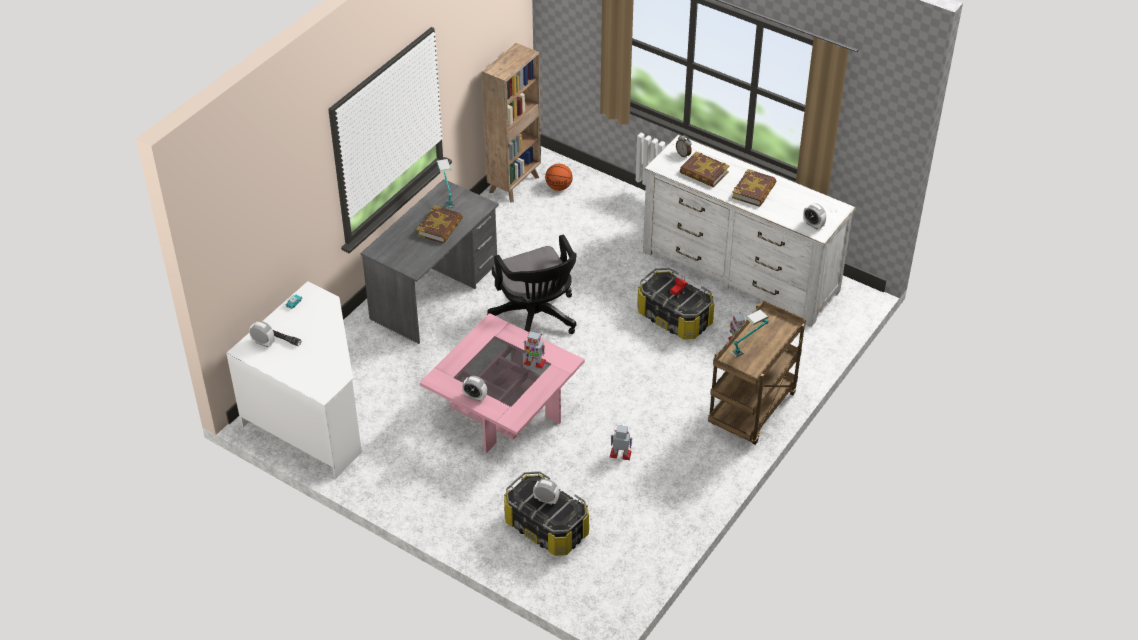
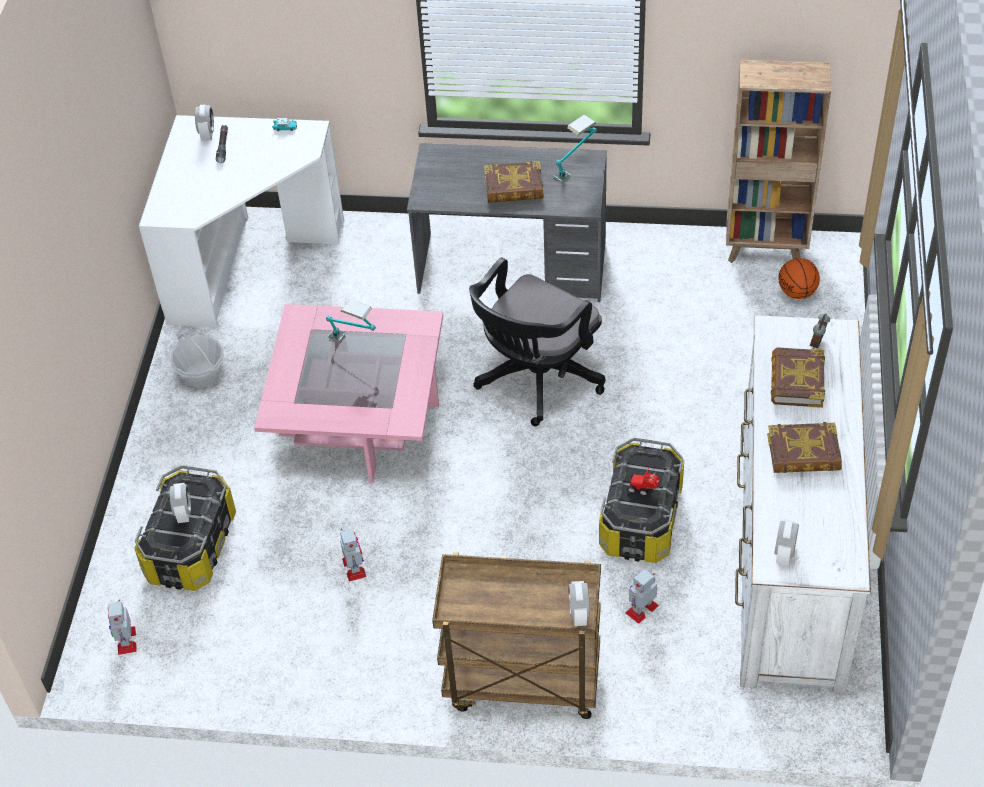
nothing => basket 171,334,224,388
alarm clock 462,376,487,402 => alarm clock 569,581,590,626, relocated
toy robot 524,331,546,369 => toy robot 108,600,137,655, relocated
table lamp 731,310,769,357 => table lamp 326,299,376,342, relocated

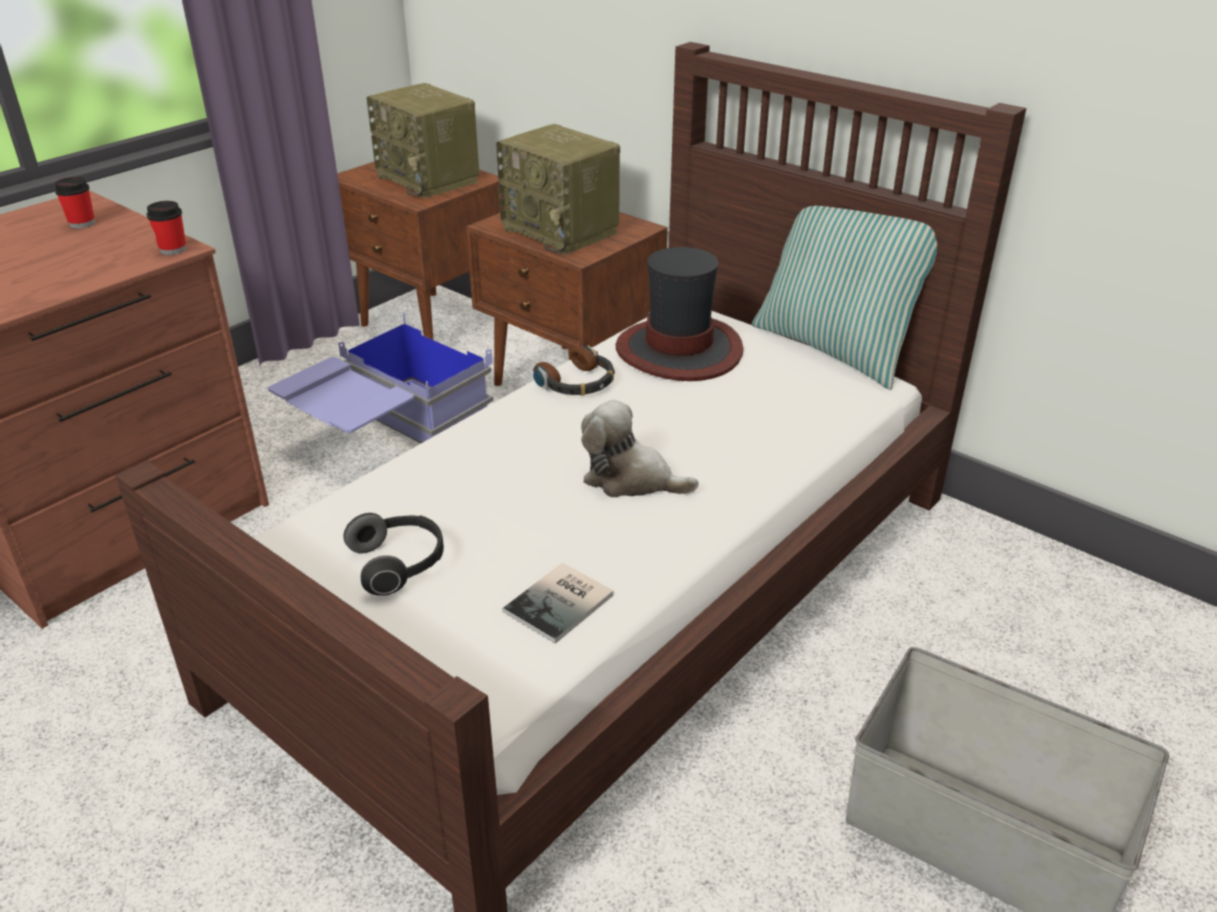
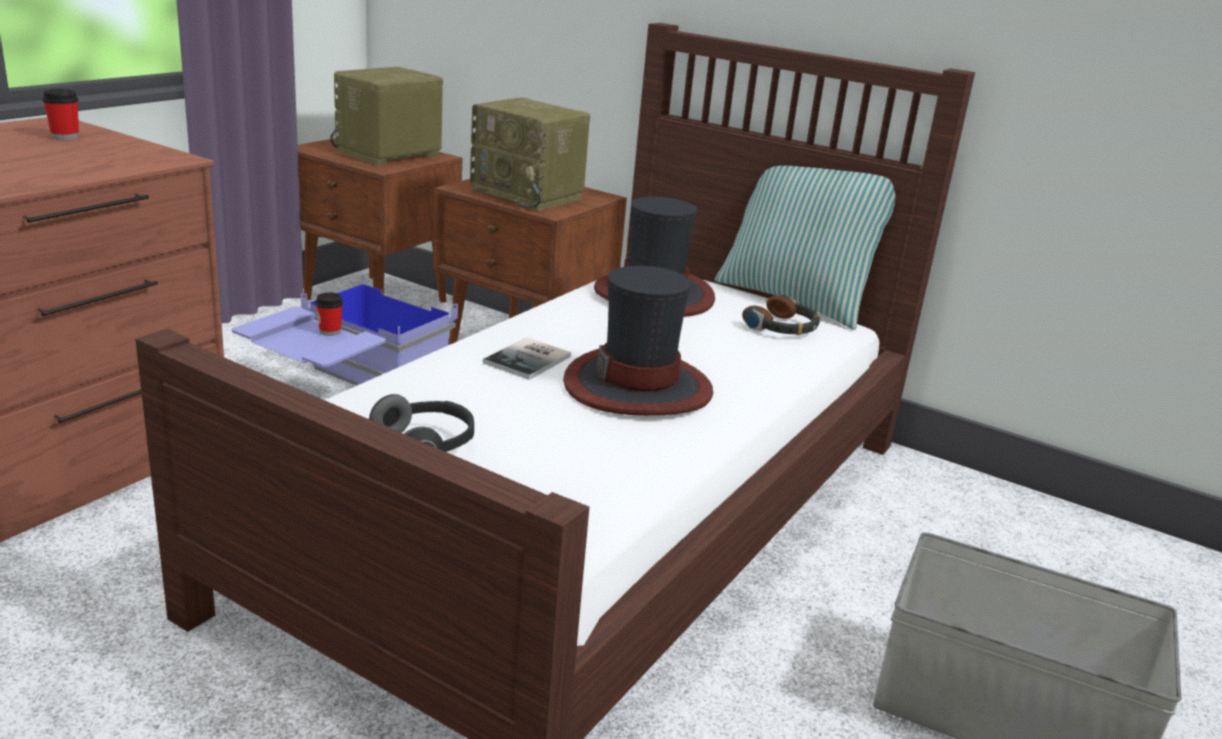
cup 146,201,186,255 => cup 315,293,343,336, relocated
book 503,563,614,644 => book 483,337,571,380, relocated
headphones 533,345,615,396 => headphones 742,295,820,335, relocated
plush toy 581,400,699,497 => hat 563,266,713,416
radio 366,83,479,198 => radio 330,67,443,165, 90 degrees clockwise

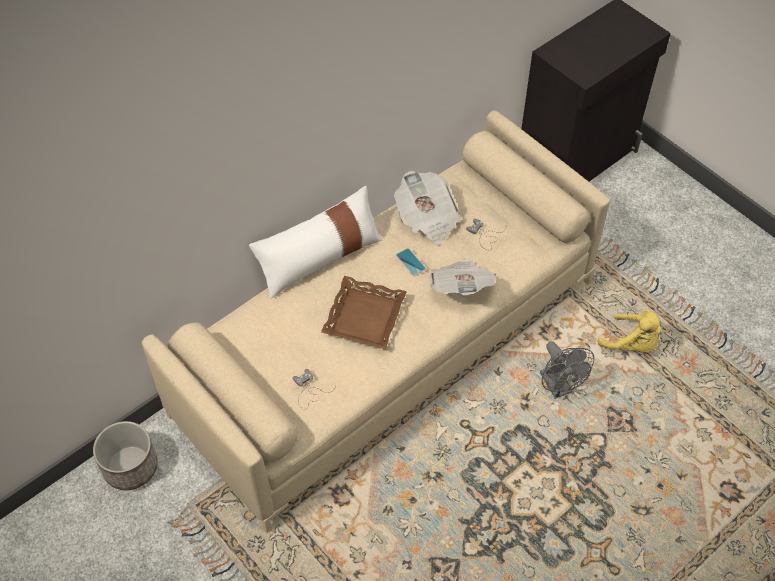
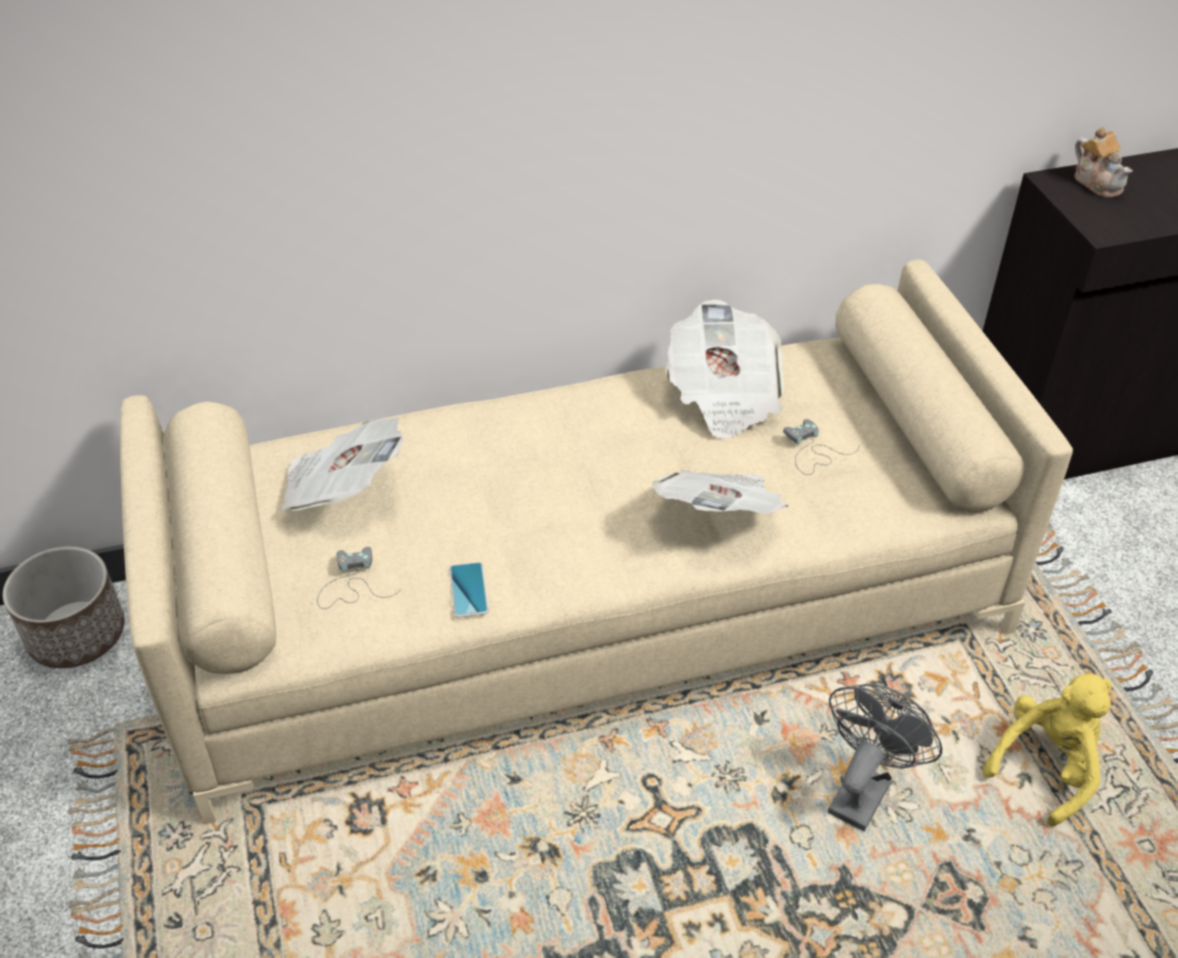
white pillow 249,186,382,299 => nothing
brown tray 321,276,407,349 => nothing
nothing => newspaper 280,417,403,511
nothing => teapot 1074,127,1133,198
phone 396,248,426,276 => phone 449,562,489,618, relocated
grey fan 540,341,594,399 => grey fan 828,683,942,831, 150 degrees counterclockwise
yellow plush toy 598,309,661,353 => yellow plush toy 983,674,1112,827, 105 degrees counterclockwise

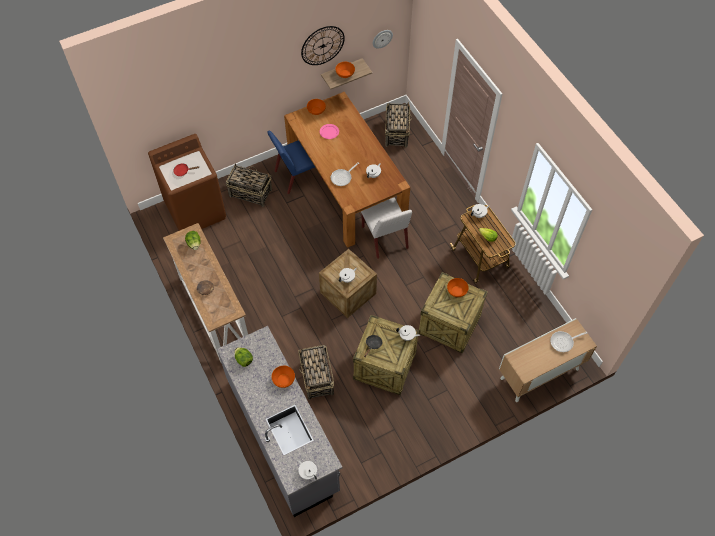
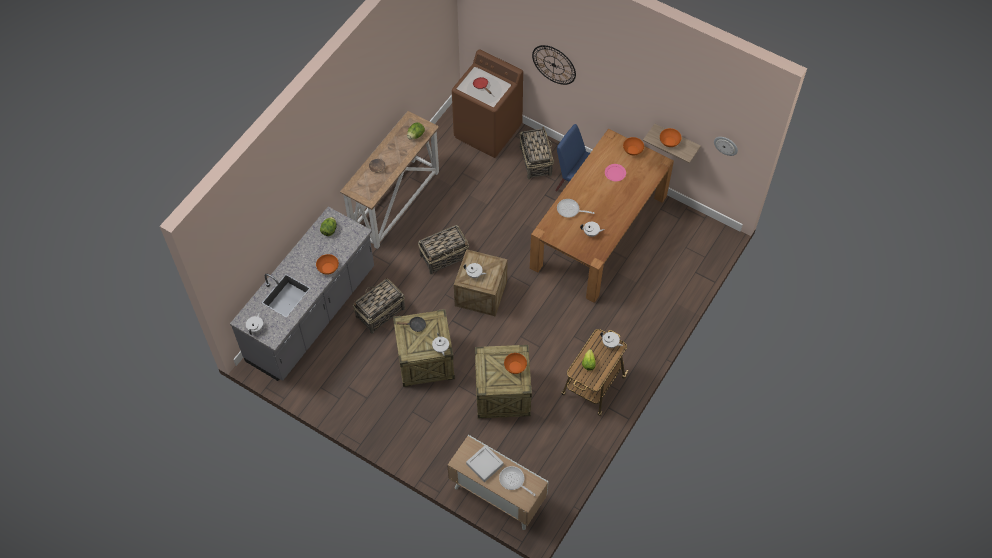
white chair 361,197,412,259 => nothing
nothing => grey tray 466,445,504,482
wall clock 301,26,345,65 => wall clock 532,45,576,85, relocated
basket 385,102,412,148 => basket 418,225,469,274, relocated

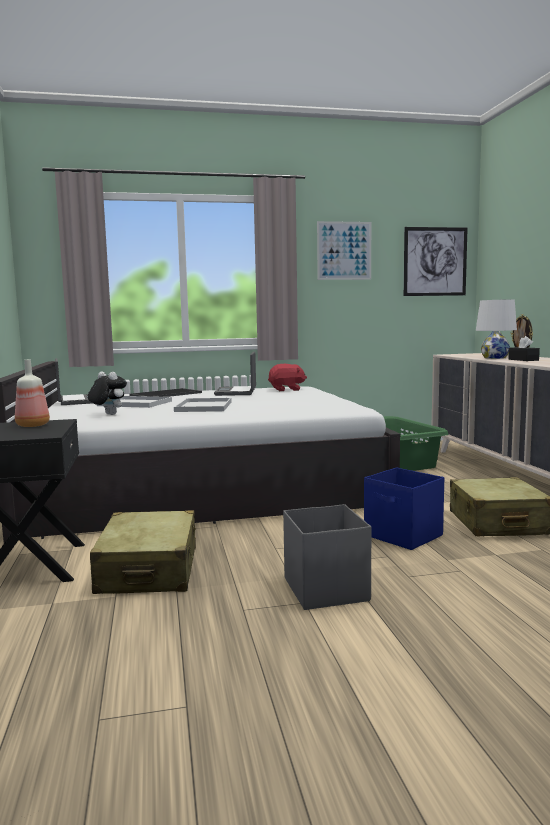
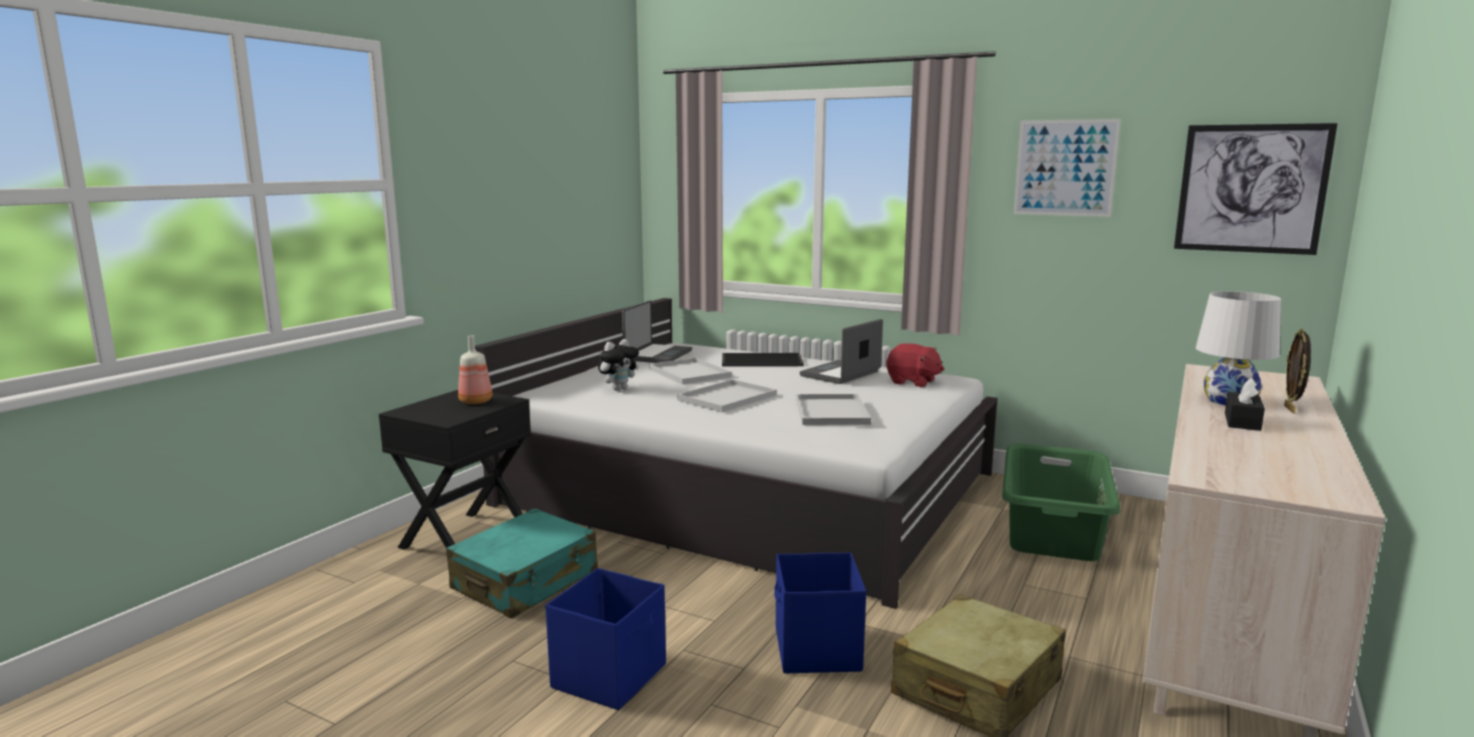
nothing => white tray 796,394,871,425
beige suitcase 90,510,196,594 => turquoise suitcase 446,508,598,619
grey storage box 283,504,371,610 => blue storage box 545,568,666,710
plush toy 88,371,127,415 => plush toy 598,339,639,391, 60 degrees clockwise

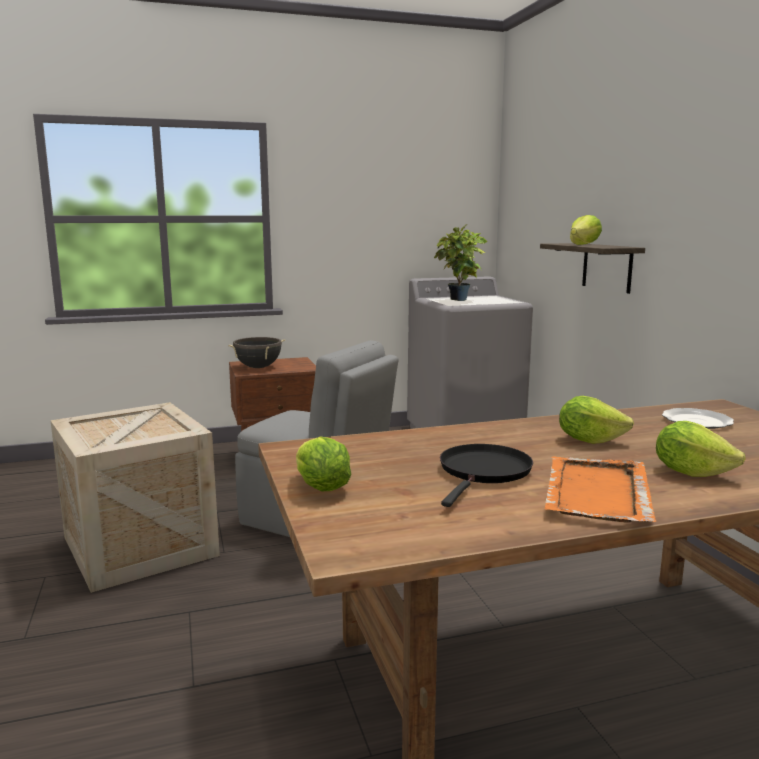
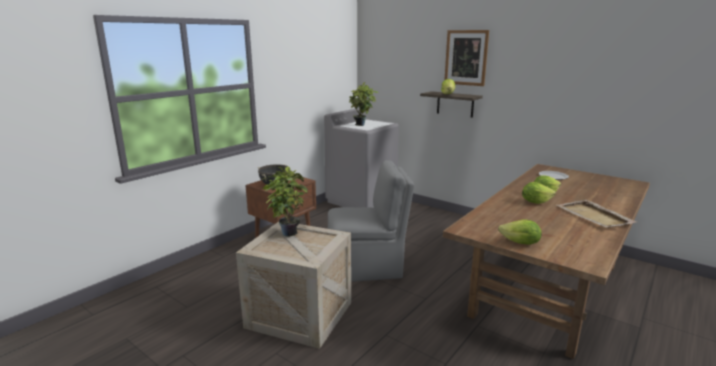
black frying pan 440,444,533,507 => nothing
nothing => potted plant 262,166,308,237
nothing => picture 445,30,489,86
lettuce 656,421,746,477 => lettuce 522,182,556,204, relocated
orange tray 545,456,656,522 => beige tray 556,200,637,228

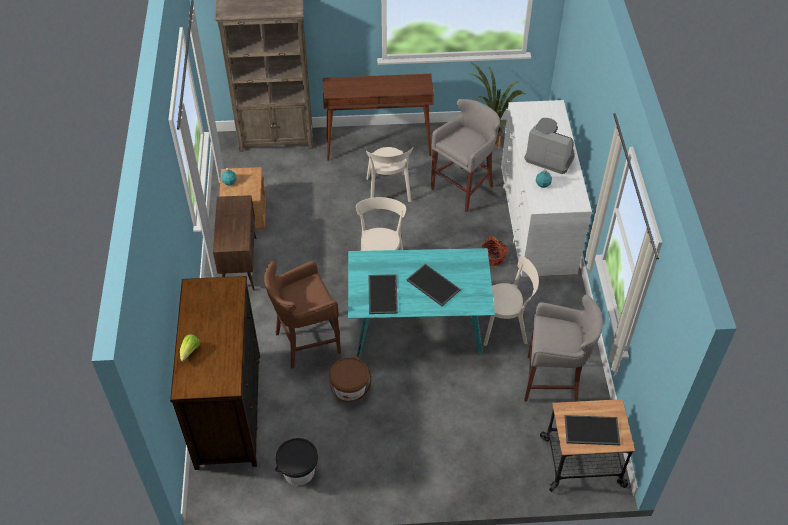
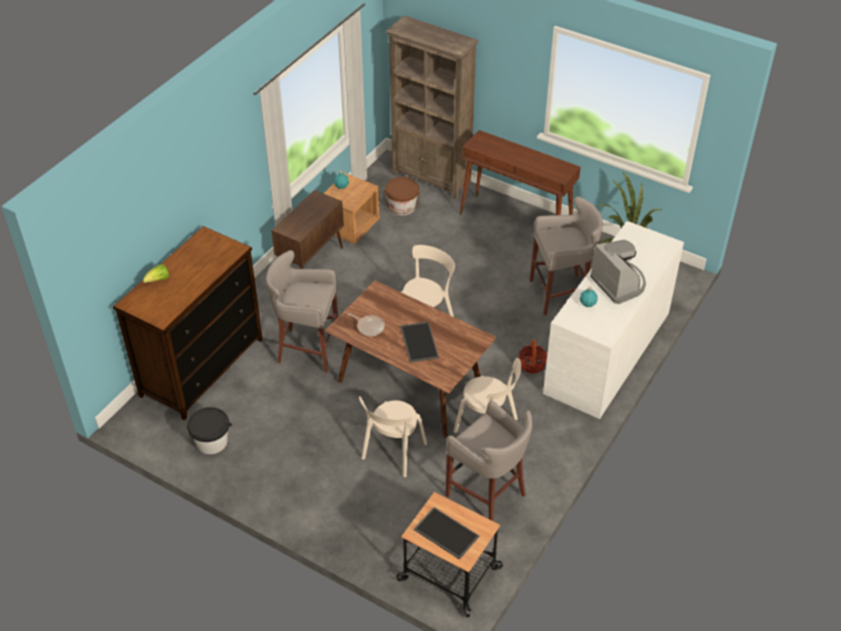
brown bucket 329,357,371,402 => brown bucket 383,177,420,215, relocated
beige chair 366,146,414,202 => beige chair 359,396,427,477, relocated
tray 369,274,398,314 => frying pan 348,313,385,336
brown stool 264,261,341,369 => grey stool 266,250,338,373
turquoise dining table 348,248,495,357 => brown dining table 325,280,497,438

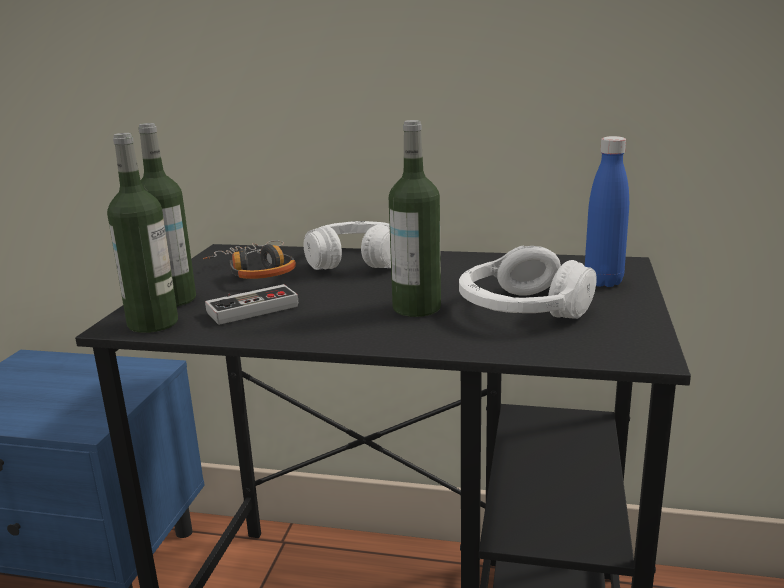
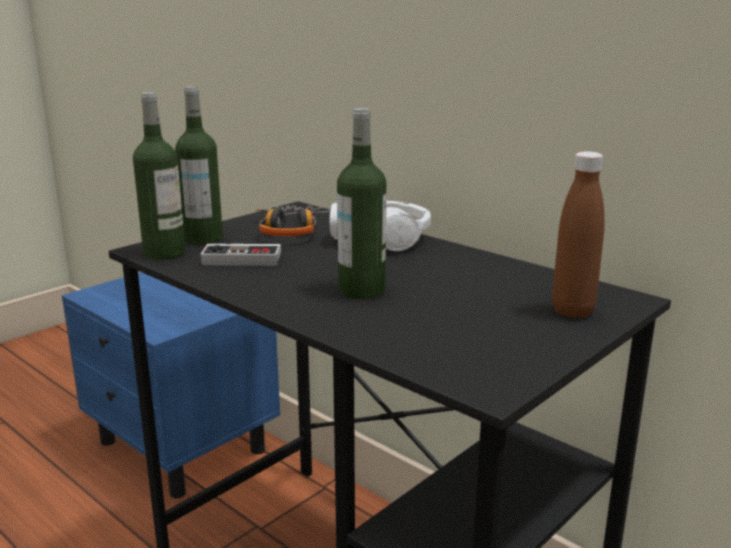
white headphones 459,246,597,319 => nothing
blue bottle 585,136,629,287 => brown bottle 552,151,605,318

